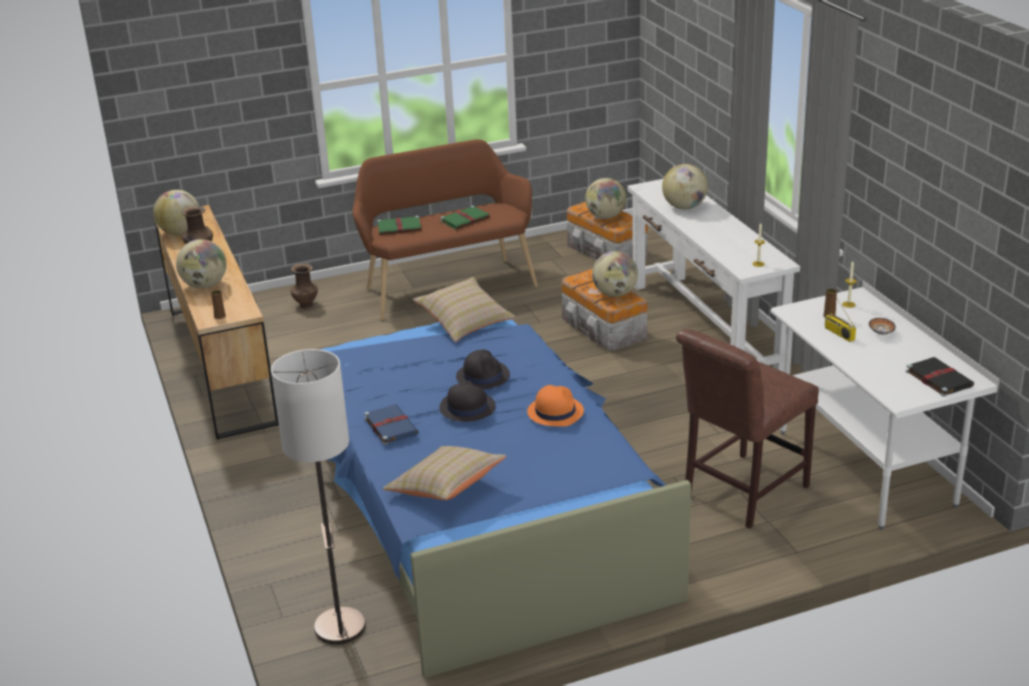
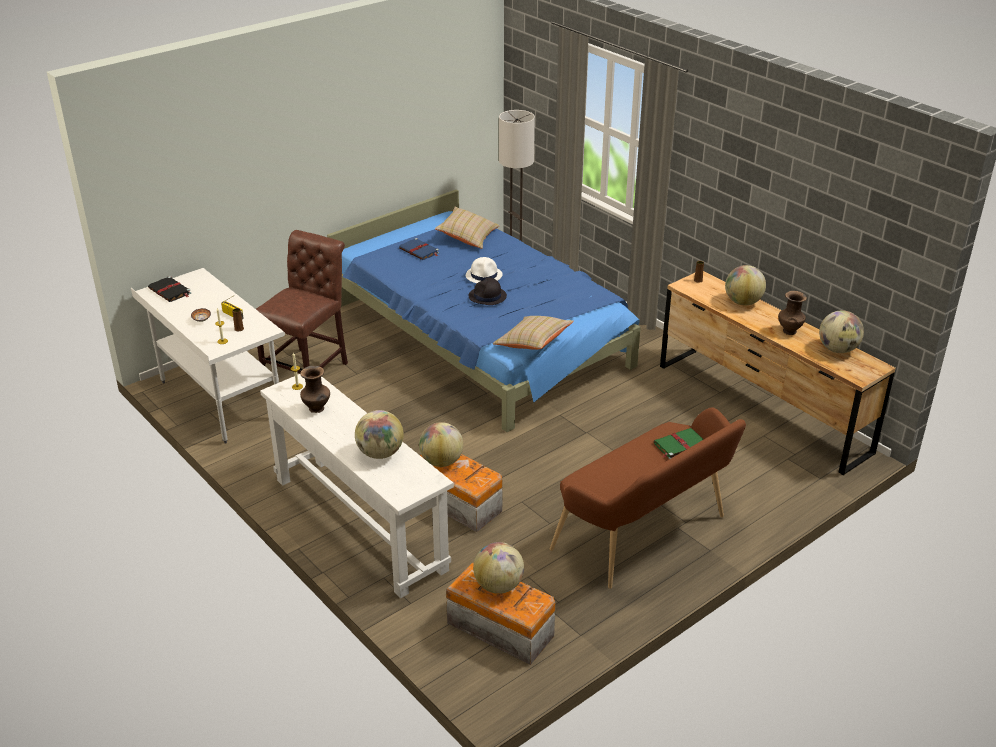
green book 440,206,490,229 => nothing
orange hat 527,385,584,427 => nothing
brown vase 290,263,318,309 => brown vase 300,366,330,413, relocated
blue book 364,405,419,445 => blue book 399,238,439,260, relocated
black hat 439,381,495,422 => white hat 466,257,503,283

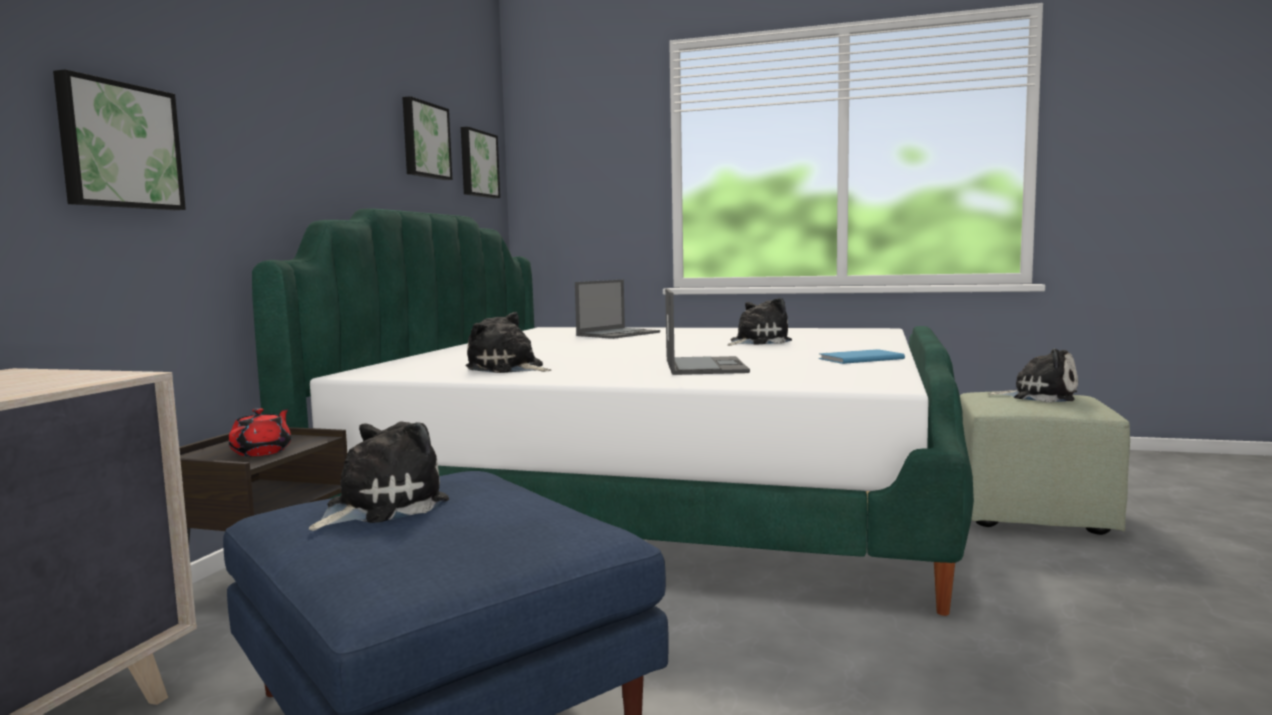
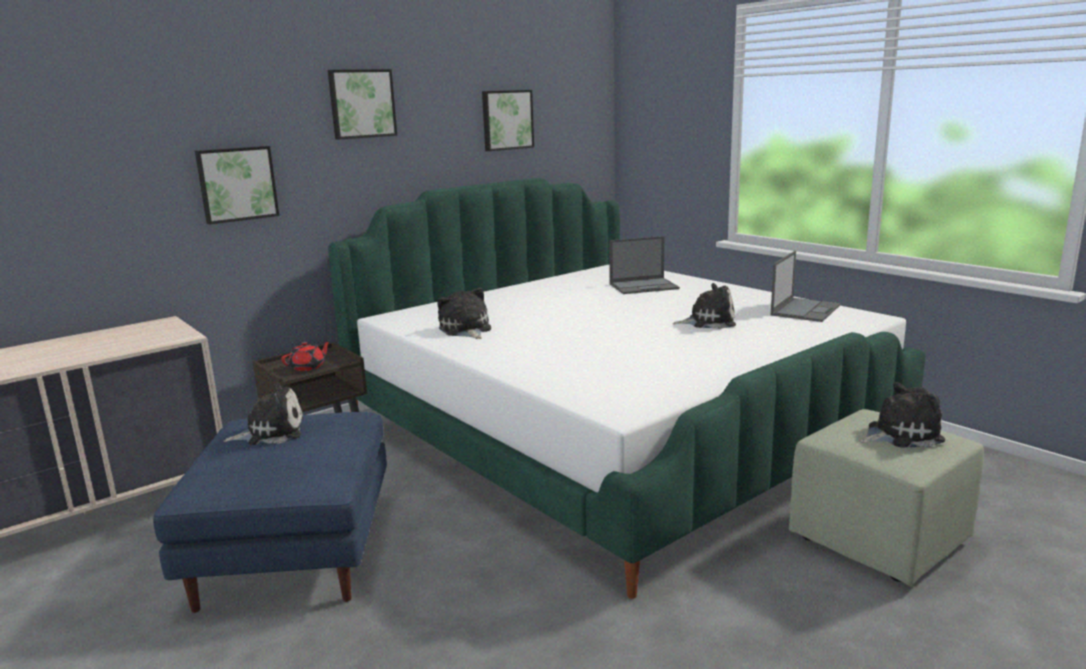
blue book 819,349,905,364 => nothing
picture 461,127,500,199 => picture 328,69,397,139, relocated
laptop 665,288,750,375 => laptop 771,251,841,322, relocated
plush toy 988,348,1078,402 => plush toy 860,382,945,447, 75 degrees counterclockwise

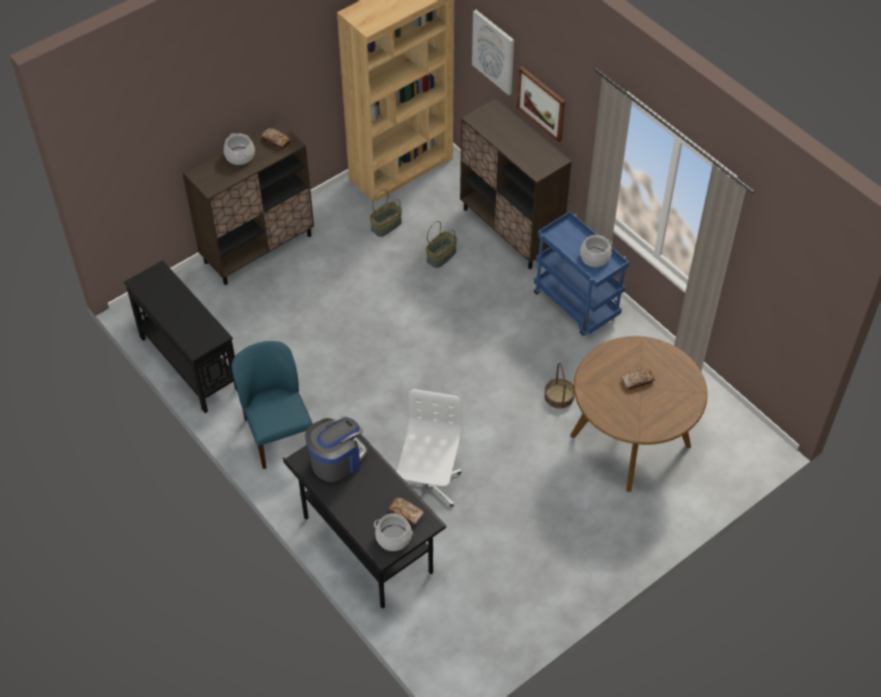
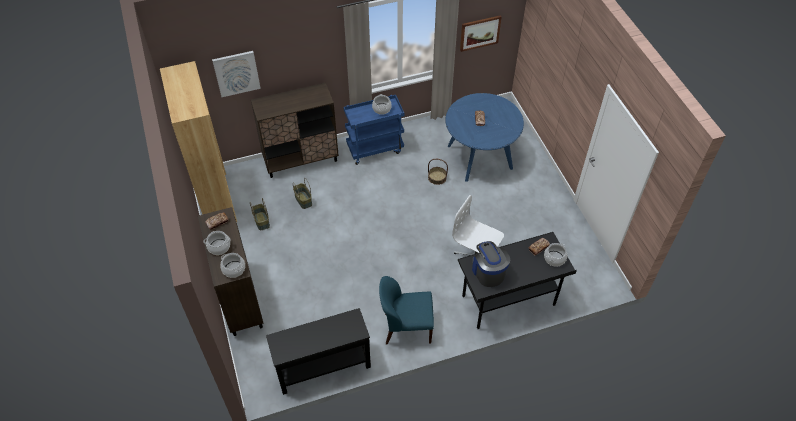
nothing => cooking pot 220,253,245,278
picture 517,67,565,142 => picture 460,15,502,52, relocated
brown dining table 571,336,707,492 => blue dining table 445,93,524,182

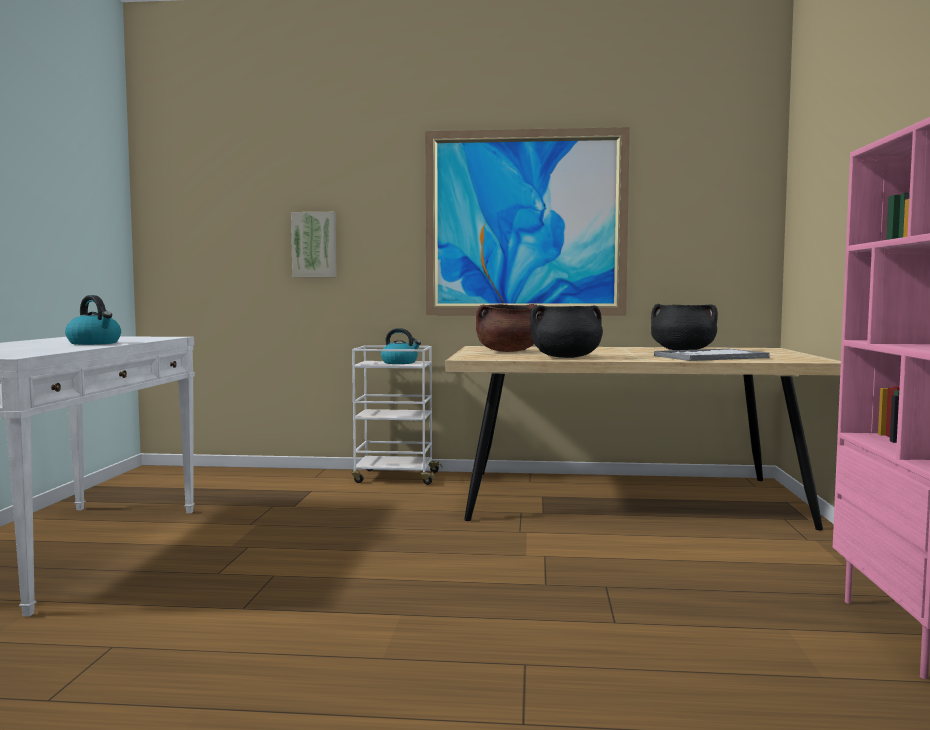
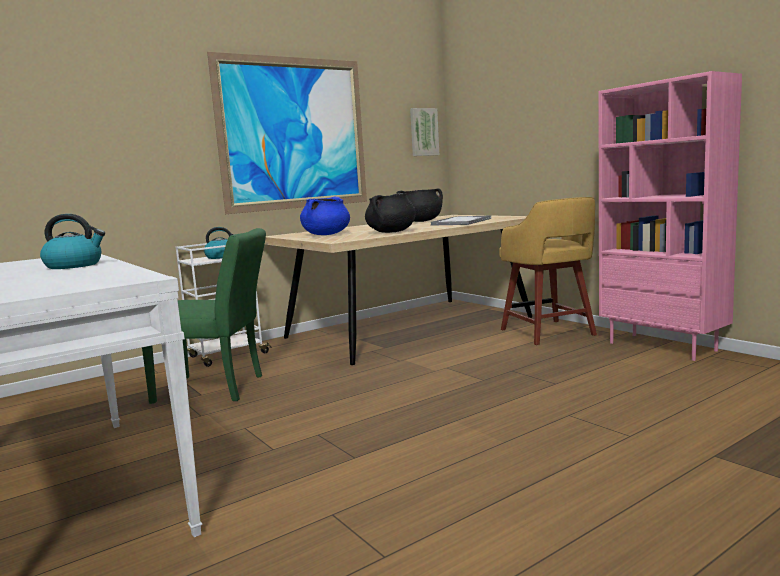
nothing => green chair 142,228,266,404
nothing => yellow stool 499,197,597,345
picture 291,212,337,277 => picture 410,108,440,156, relocated
brown cooking pot 476,304,540,352 => blue cooking pot 300,197,350,235

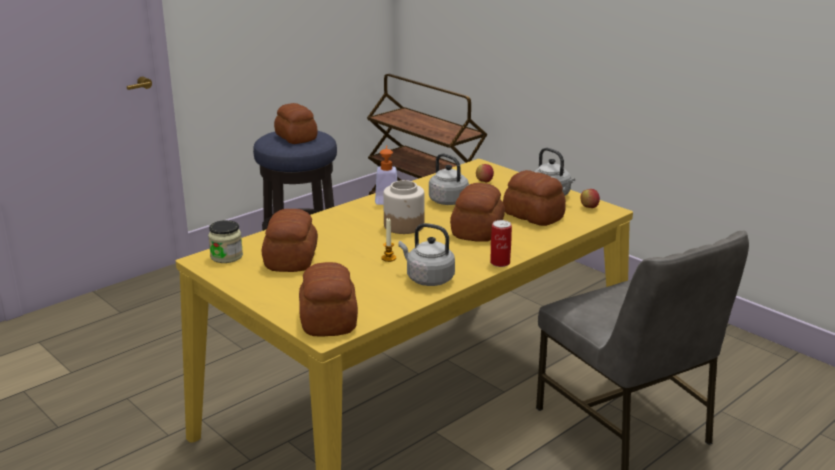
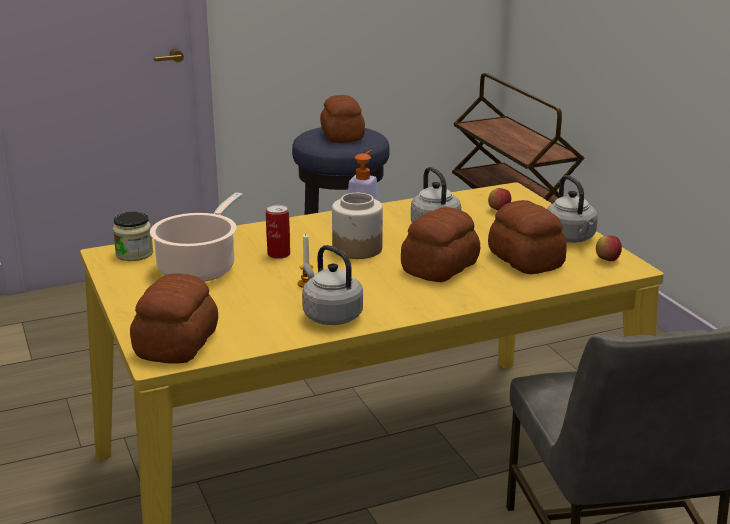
can 490,220,512,267 => can 266,205,290,259, relocated
bread 261,209,318,272 => cooking pot 150,193,243,282

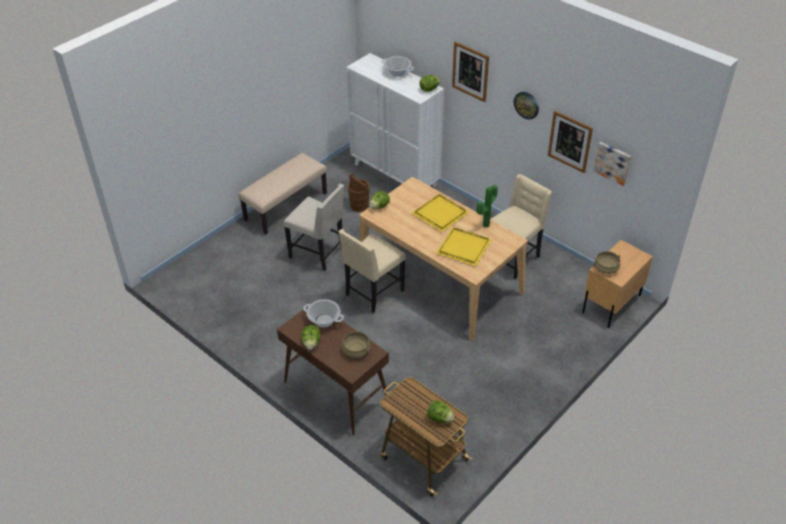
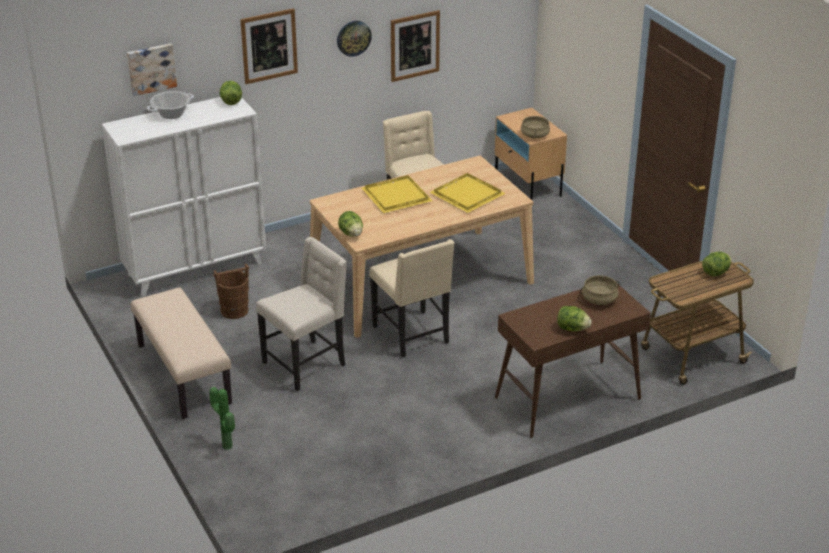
cooking pot 303,299,344,327 => nothing
potted plant 476,185,498,228 => potted plant 209,387,235,450, relocated
picture 593,142,631,186 => picture 127,43,177,96, relocated

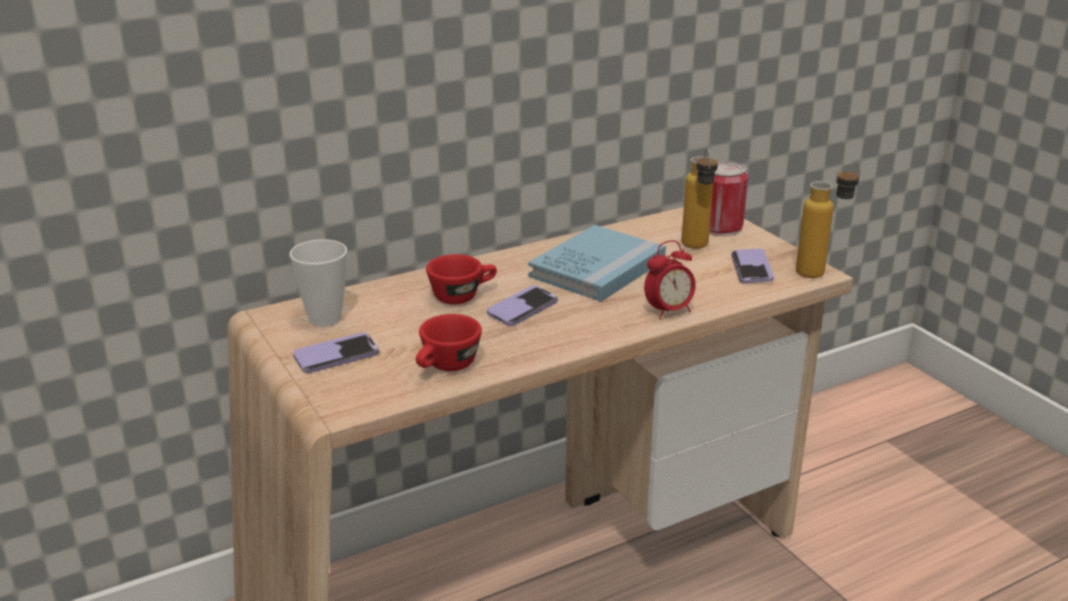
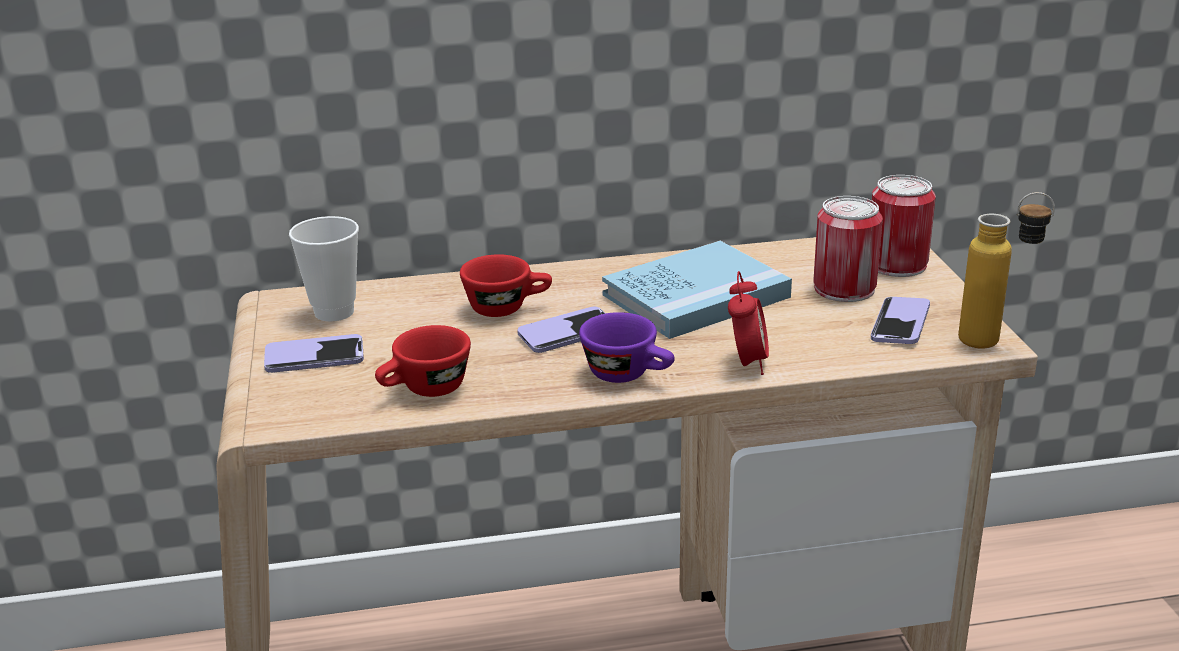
nothing => purple cup 579,312,675,383
bottle 682,148,718,249 => can 813,196,883,302
alarm clock 644,240,696,319 => alarm clock 728,271,769,375, 75 degrees counterclockwise

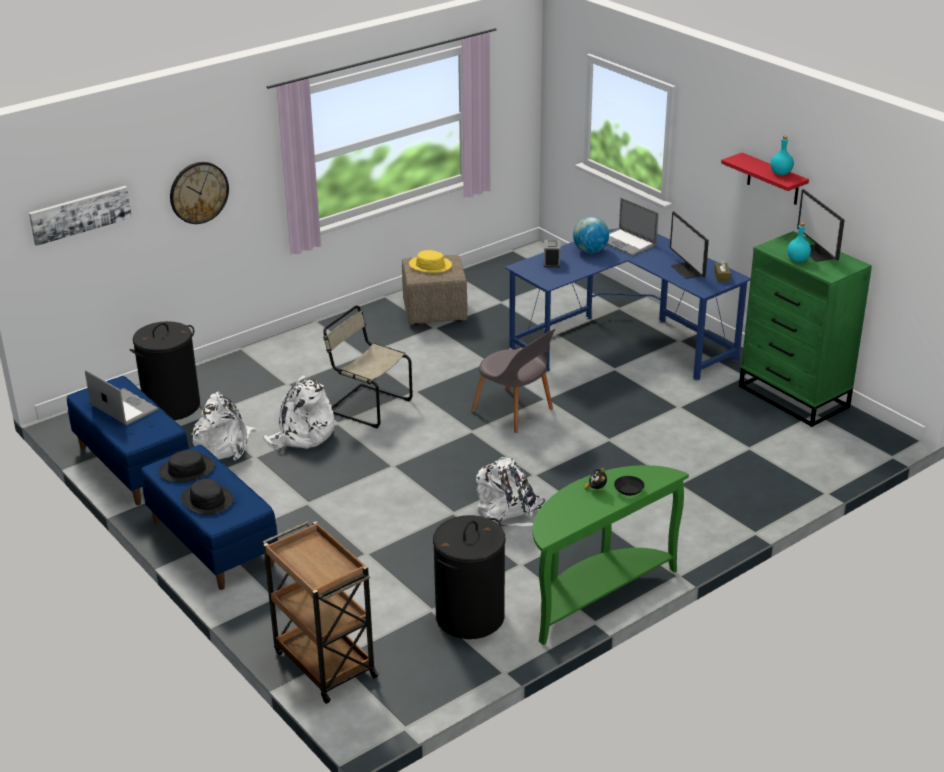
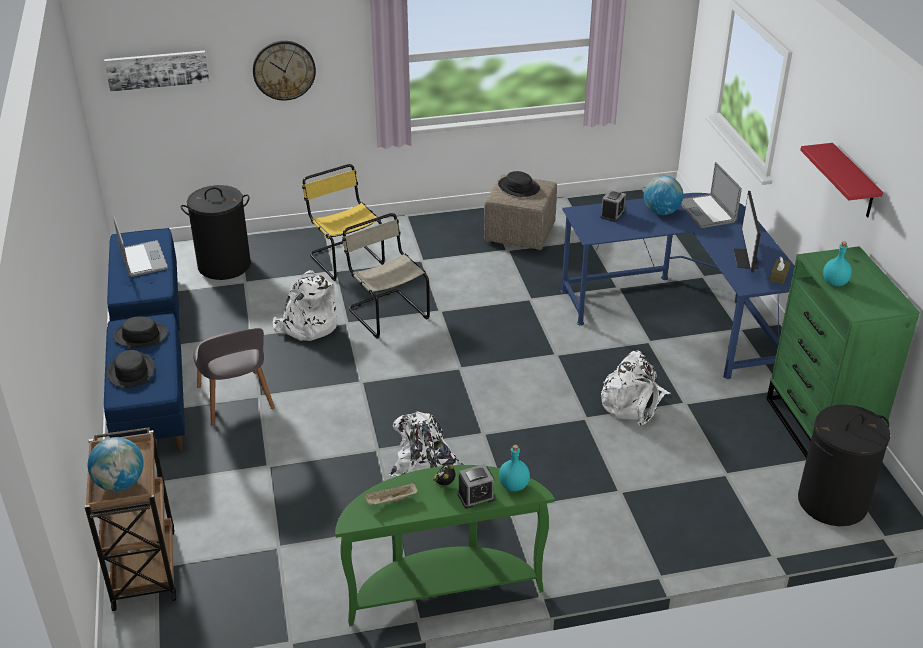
monitor 797,189,845,262 => nothing
nothing => globe 88,437,144,491
nothing => yellow chair 302,164,385,281
nothing => beige tray 365,482,418,505
white backpack 191,392,256,461 => white backpack 601,350,671,426, relocated
black laundry basket 433,515,505,639 => black laundry basket 798,404,890,526, relocated
grey chair 471,329,555,433 => grey chair 193,328,275,426, relocated
turquoise bottle 770,136,794,175 => turquoise bottle 499,445,530,491, relocated
black bowl 614,476,644,496 => alarm clock 457,464,496,509
yellow hat 409,250,452,273 => black hat 498,171,540,197

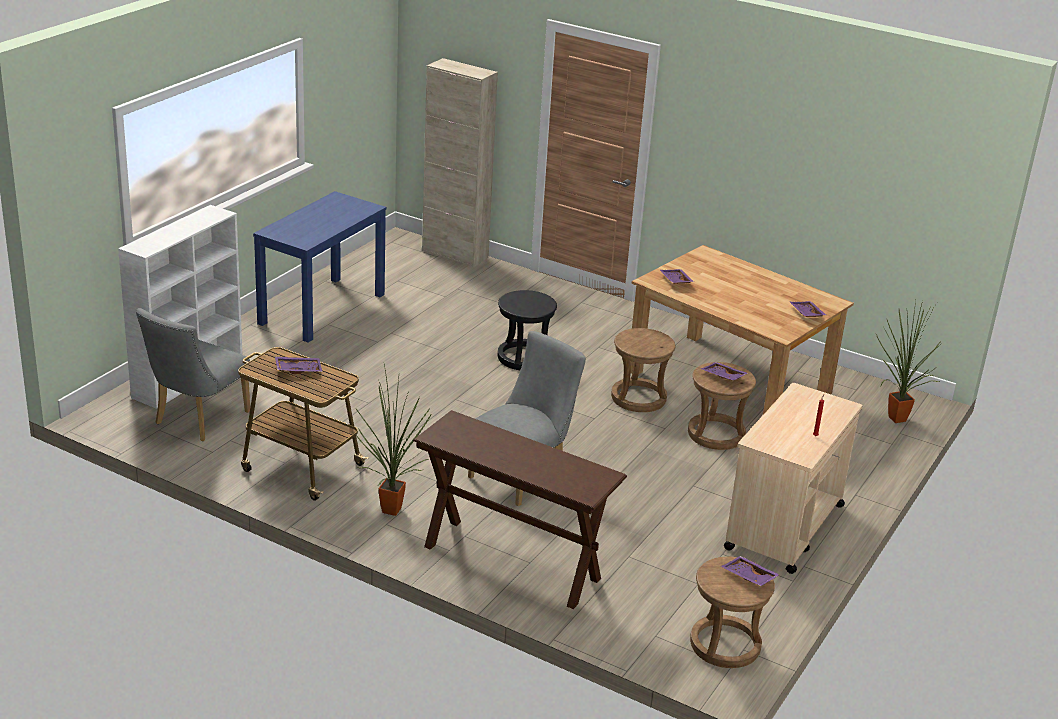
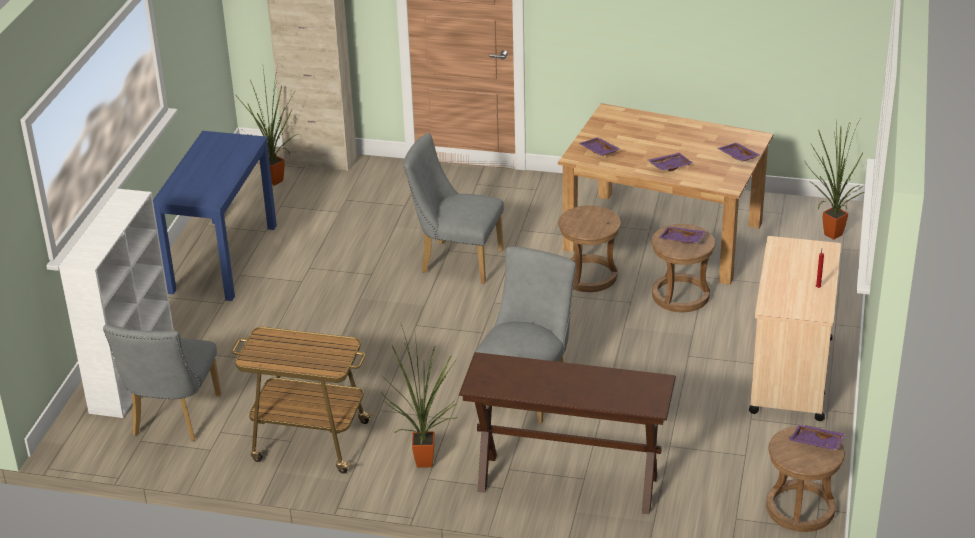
nothing => potted plant 234,66,298,186
purple tray 275,356,322,374 => purple tray 648,153,694,171, relocated
black stool 498,290,557,370 => grey chair 403,133,504,284

